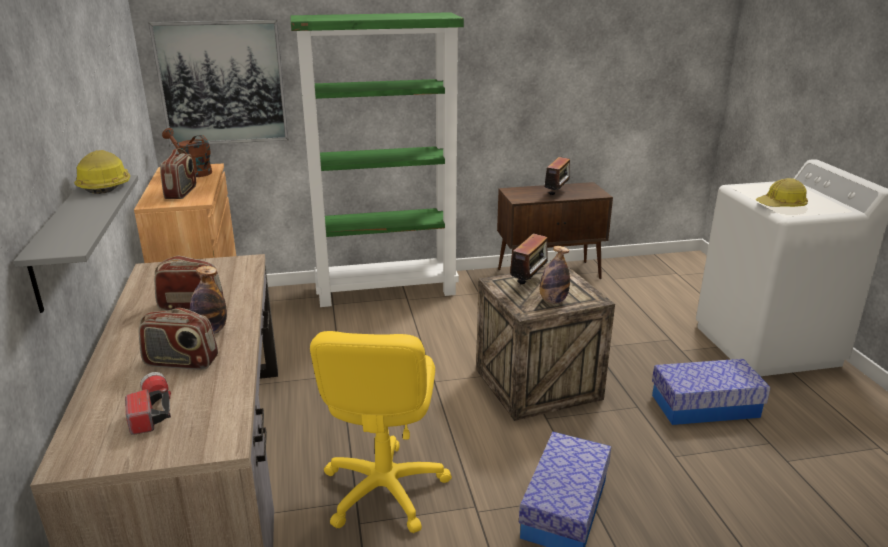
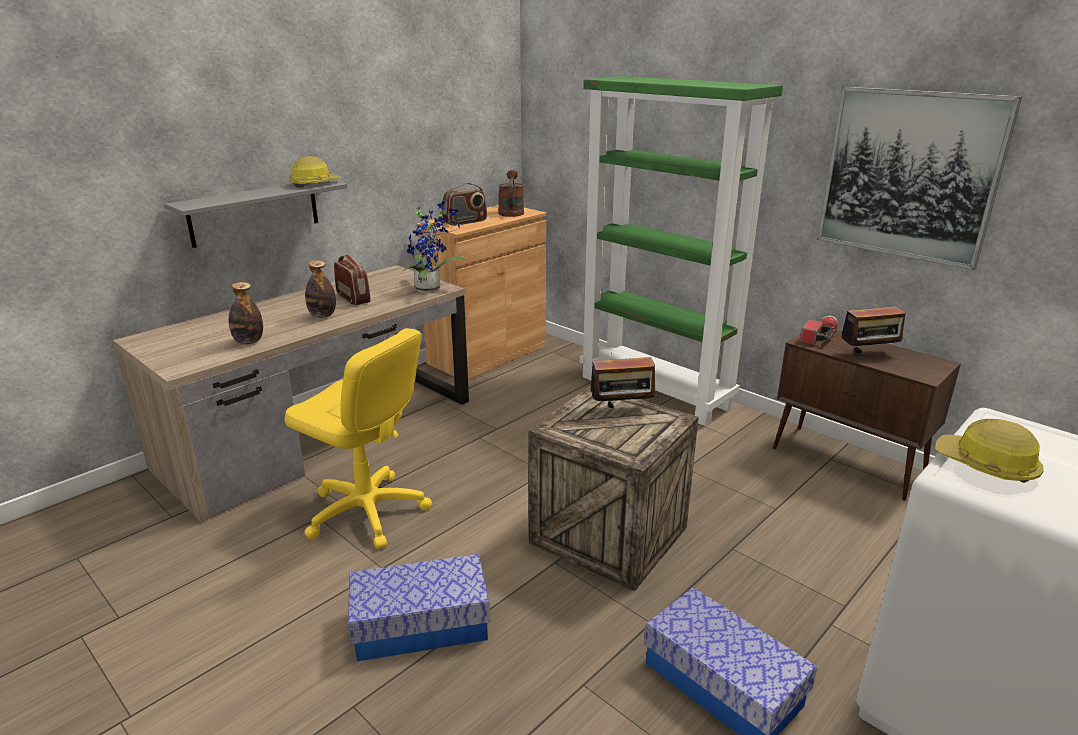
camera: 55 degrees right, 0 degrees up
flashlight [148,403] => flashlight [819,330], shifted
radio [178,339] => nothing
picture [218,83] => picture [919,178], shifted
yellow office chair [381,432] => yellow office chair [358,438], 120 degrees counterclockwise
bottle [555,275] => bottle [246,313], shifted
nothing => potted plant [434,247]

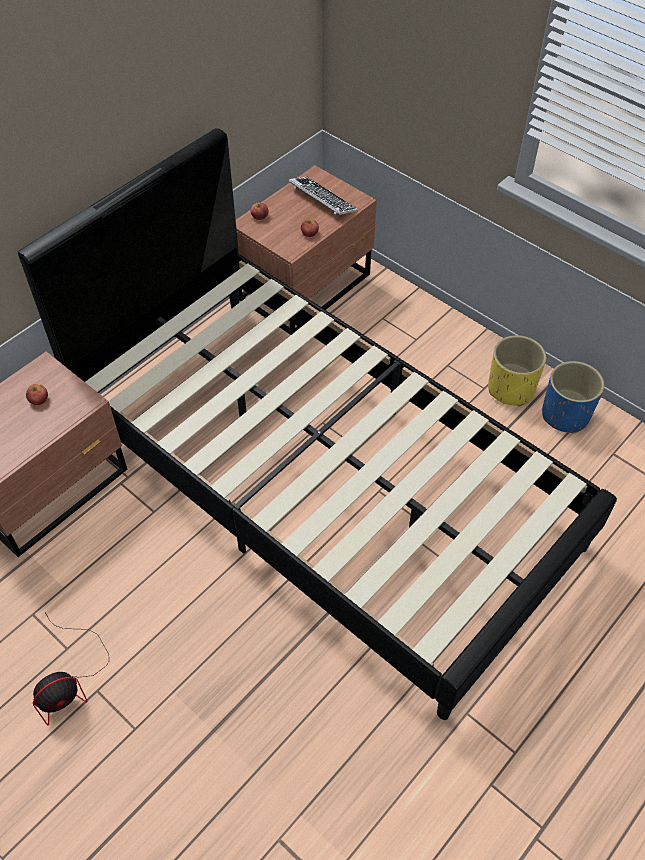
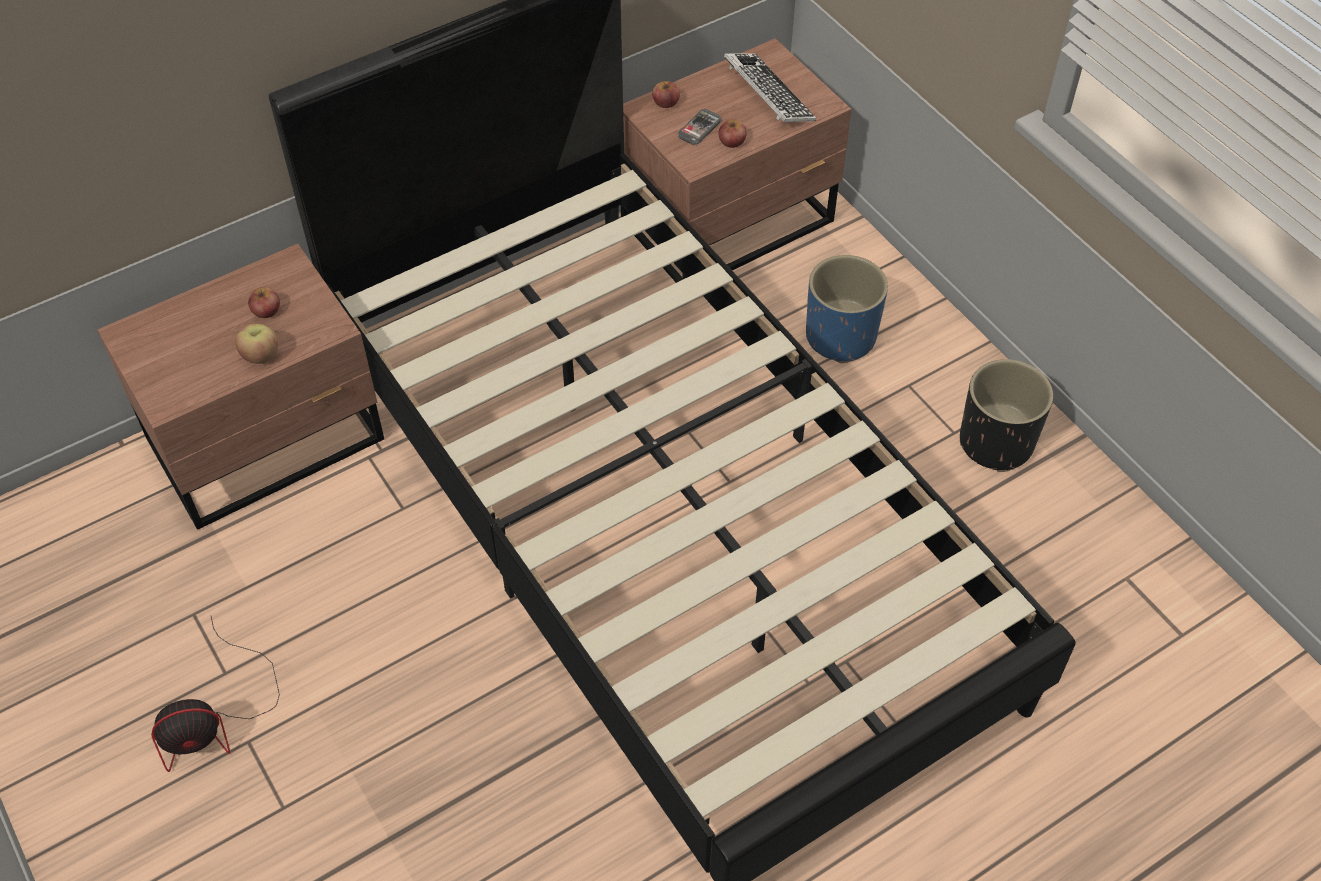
camera: 15 degrees right, 0 degrees up
yellow planter [517,370] => black planter [1006,415]
blue planter [573,397] => blue planter [847,309], shifted
nothing => apple [256,344]
nothing => phone [700,127]

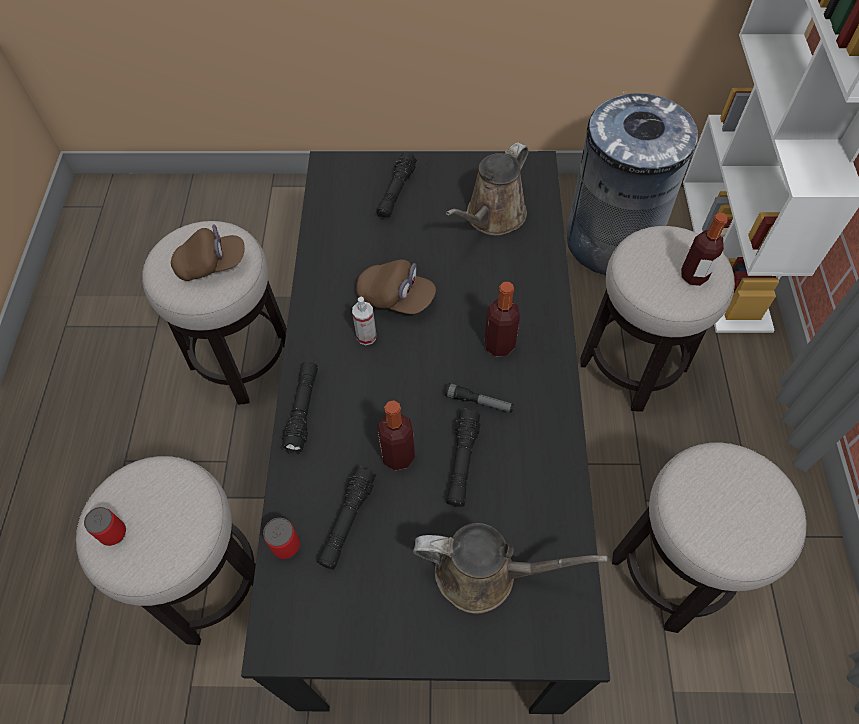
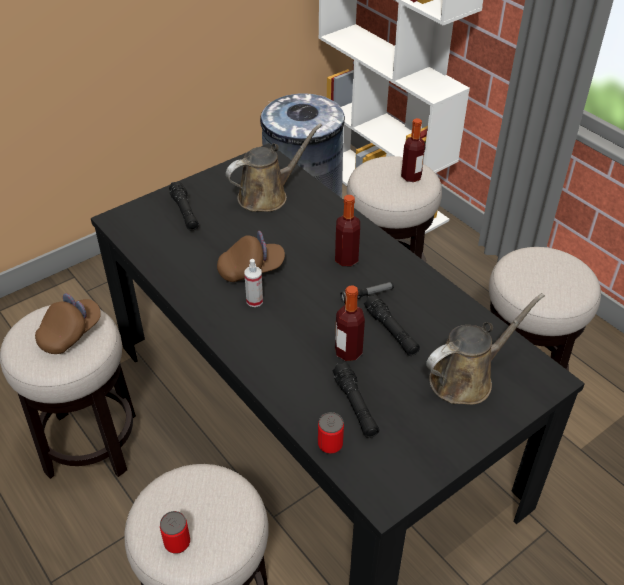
camera: 40 degrees left, 15 degrees down
black flashlight [299,408] => nothing
brown watering can [487,189] => brown watering can [274,167], 120 degrees counterclockwise

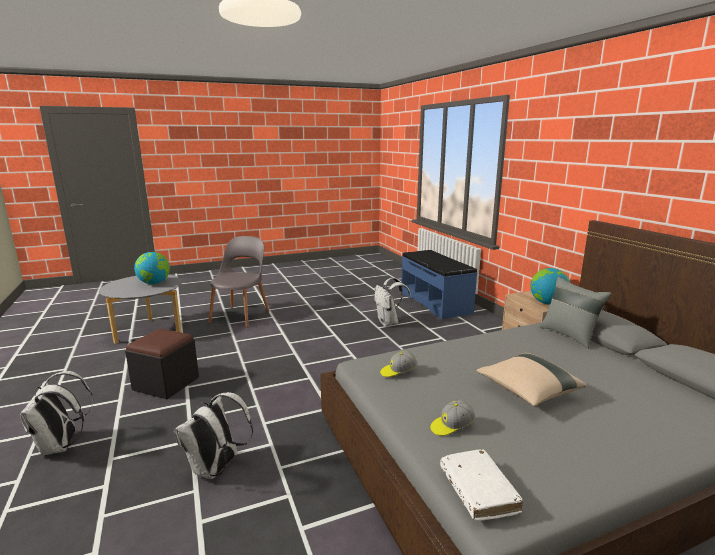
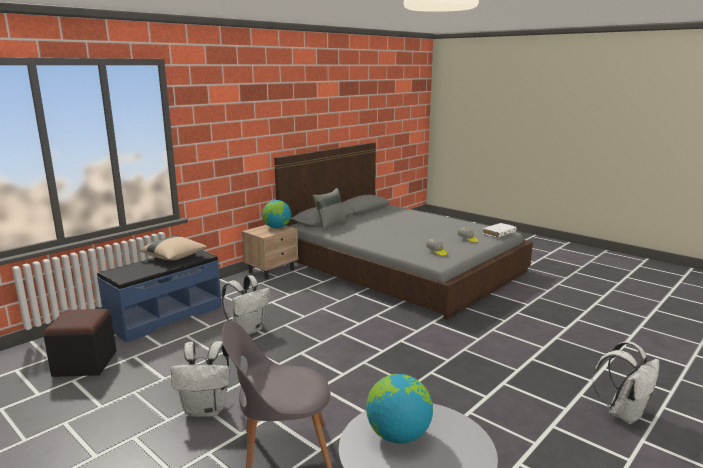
camera: 115 degrees left, 0 degrees up
black ottoman [162,364] => black ottoman [80,343], shifted
white backpack [213,435] => white backpack [200,379], shifted
beige pillow [531,379] => beige pillow [173,248], shifted

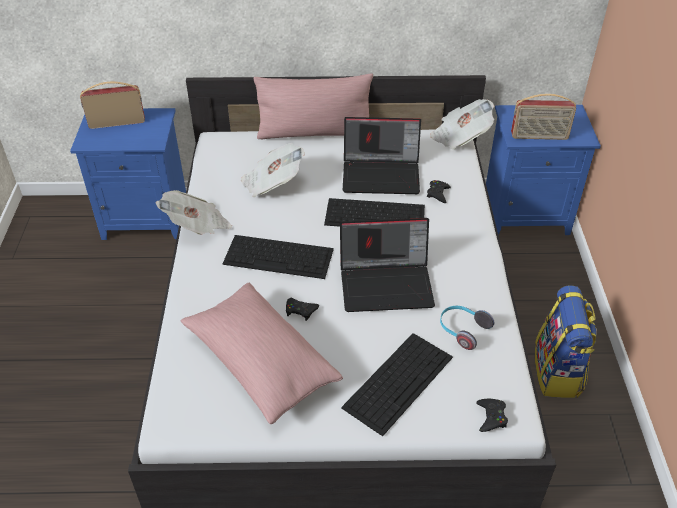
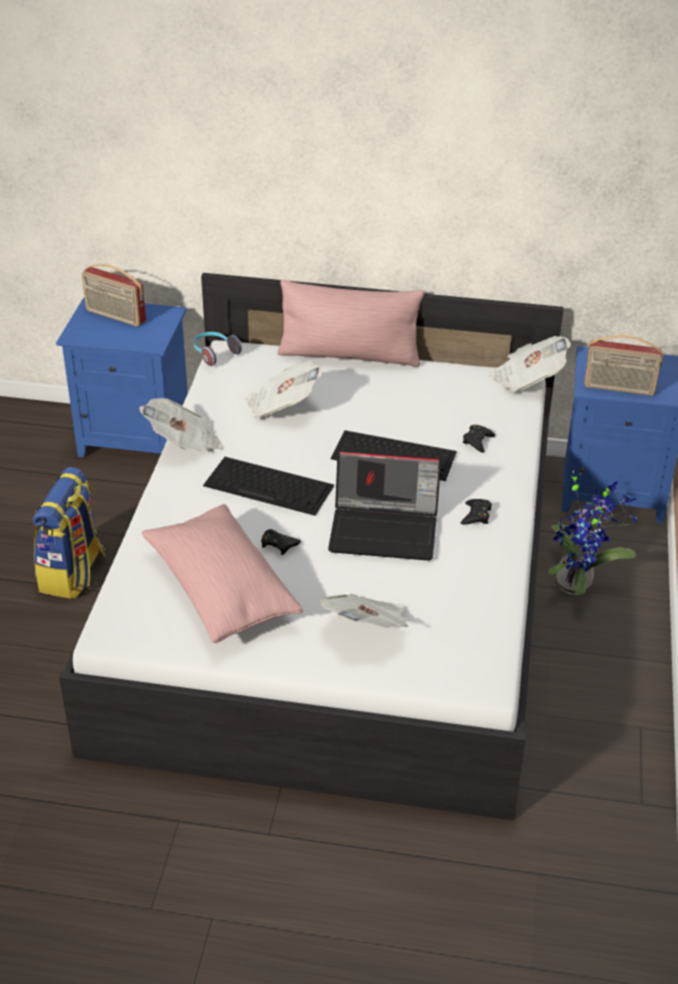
camera: 10 degrees right, 5 degrees down
radio [112,105] => radio [114,295], 150 degrees counterclockwise
keyboard [397,384] => newspaper [364,611]
laptop [382,155] => nothing
headphones [467,328] => headphones [218,349], shifted
black game controller [492,415] => black game controller [476,511], shifted
backpack [566,341] => backpack [69,533], shifted
nothing => potted plant [592,532]

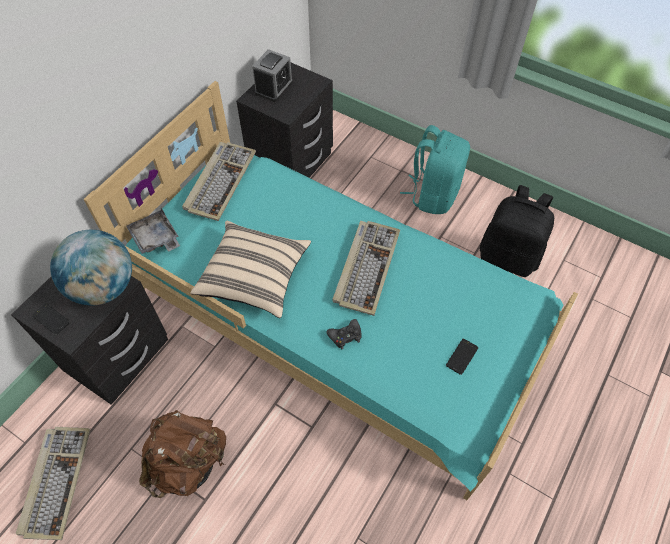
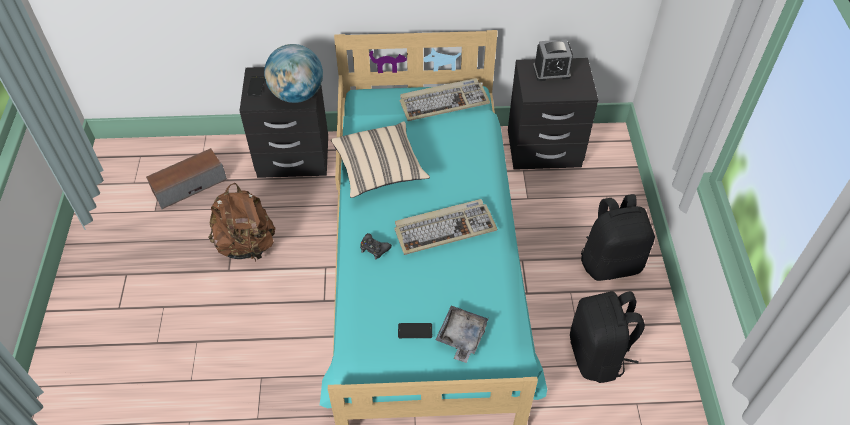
camera: 55 degrees right, 5 degrees down
keyboard [53,483] => speaker [186,178]
grey tray [153,231] => grey tray [462,334], shifted
turquoise backpack [435,169] => black backpack [618,237]

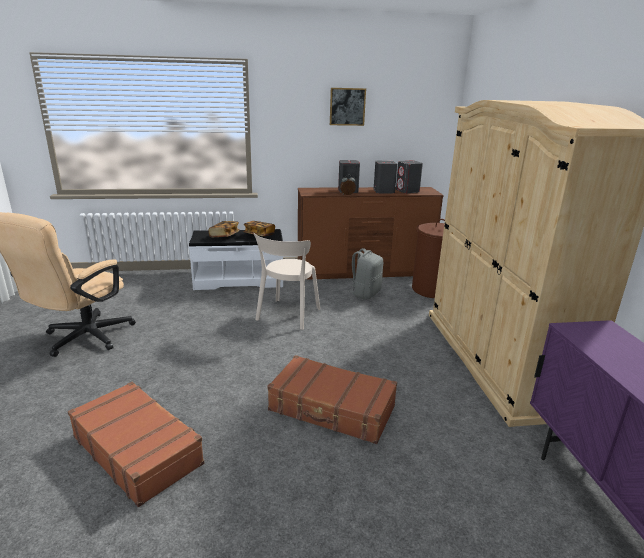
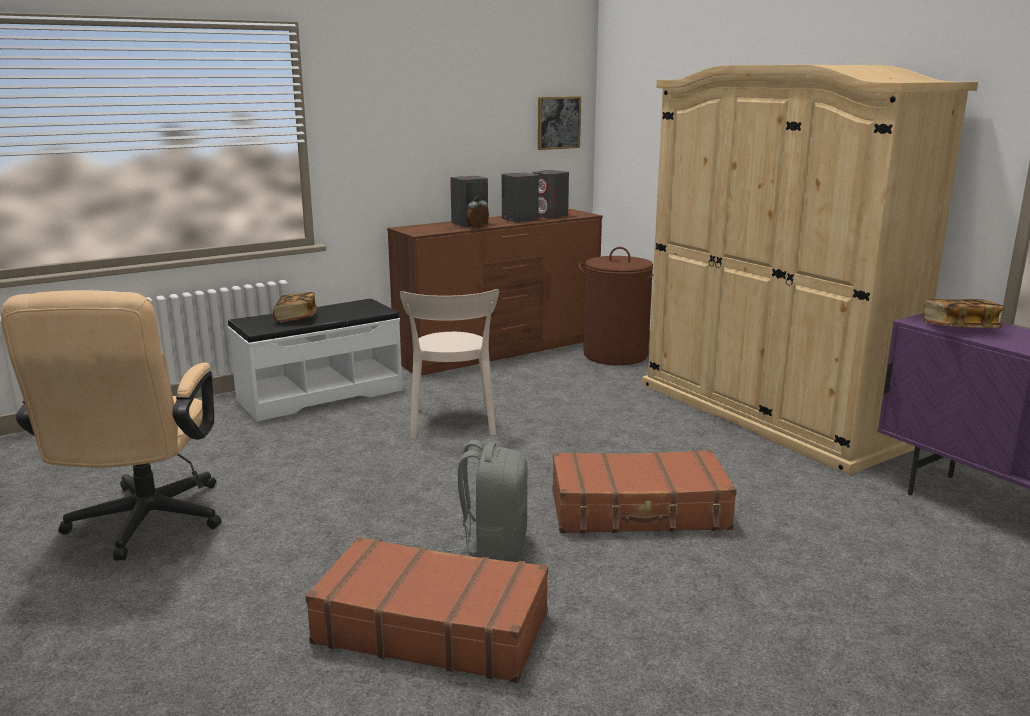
camera: 25 degrees left, 5 degrees down
book [259,229] => book [964,313], shifted
picture [348,107] => picture [559,123], shifted
grey backpack [364,274] => grey backpack [487,501], shifted

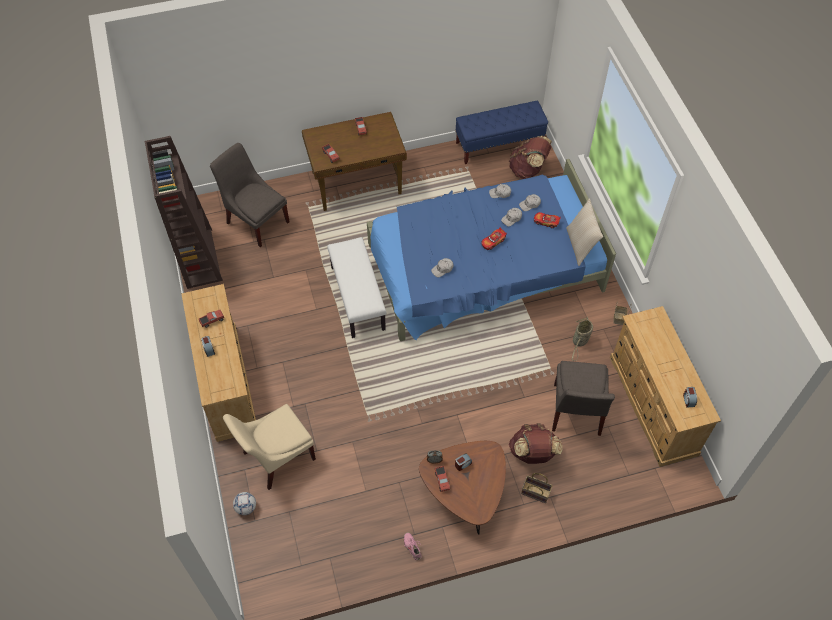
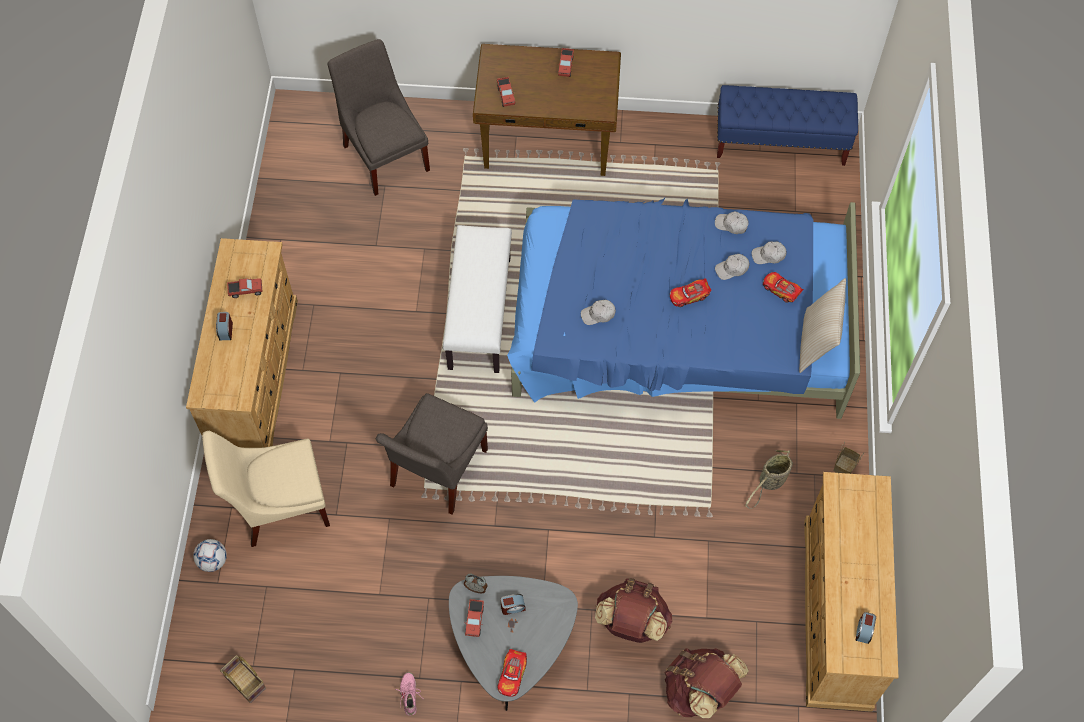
camera: 20 degrees right, 5 degrees up
brown bookcase [183,212] => nothing
brown coffee table [462,488] => grey coffee table [513,643]
brown backpack [530,157] => brown backpack [707,683], shifted
basket [537,488] => basket [243,679], shifted
grey chair [583,398] => grey chair [432,454], shifted
nothing => toy car [512,672]

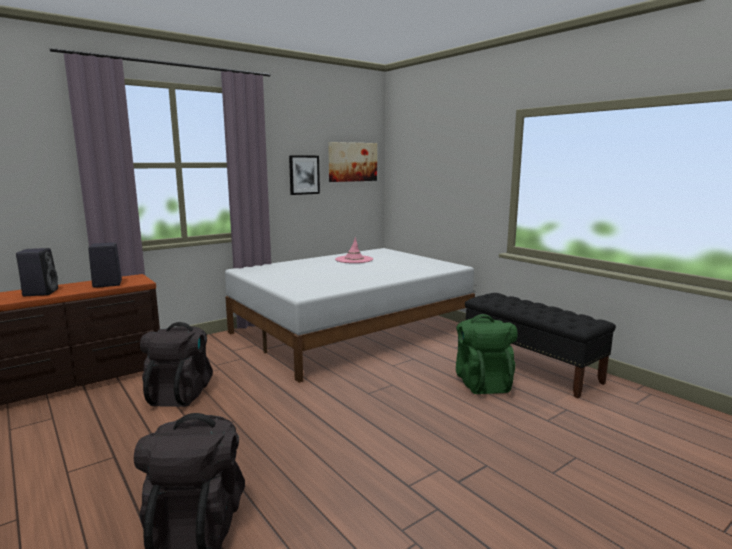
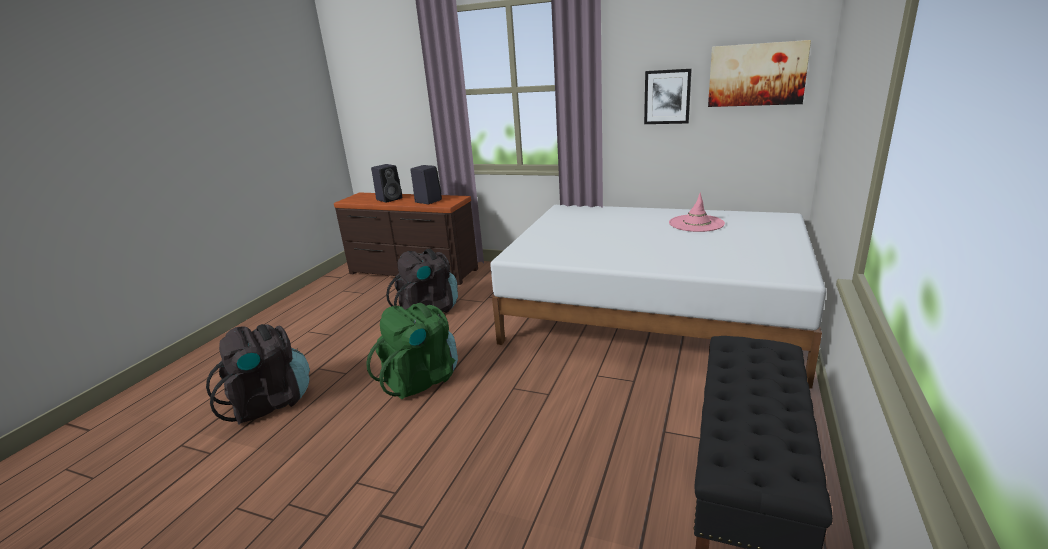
camera: 60 degrees right, 10 degrees up
green backpack [487,354] => green backpack [412,351], shifted

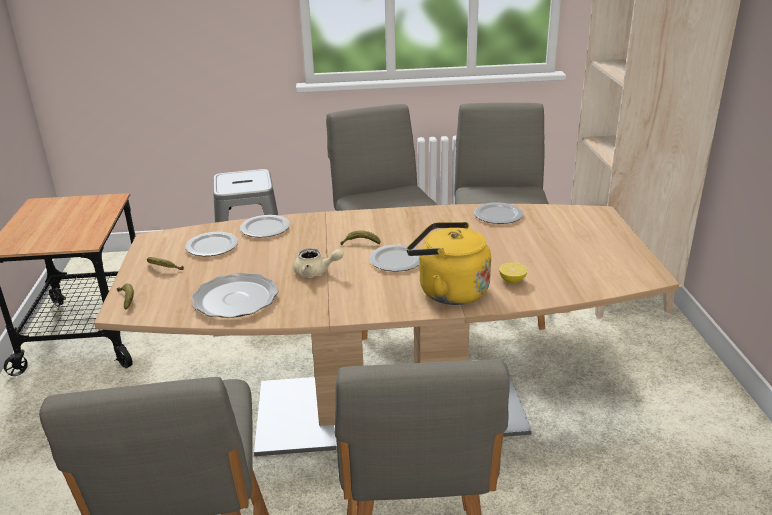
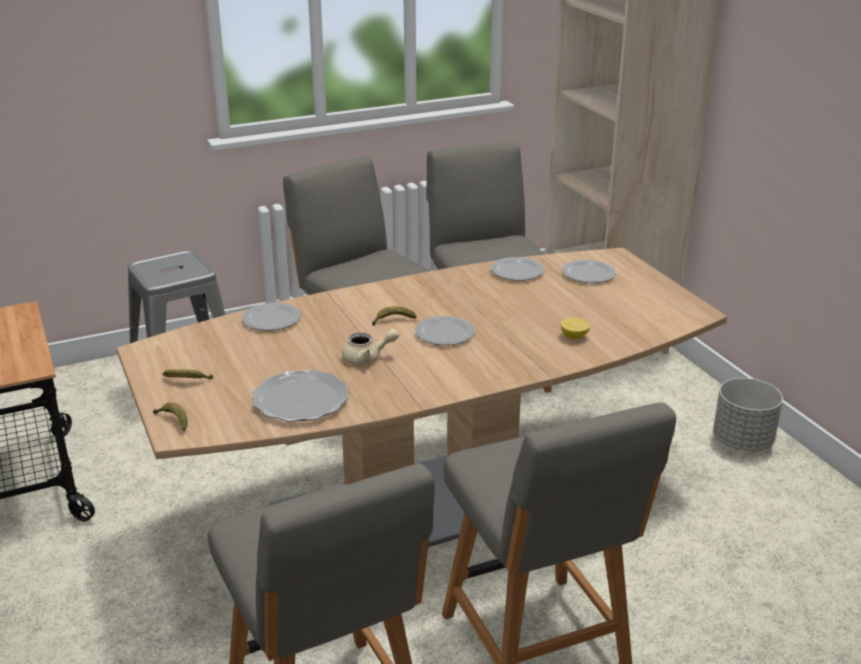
camera: 20 degrees left, 0 degrees up
plate [211,244] => plate [589,271], shifted
yellow kettle [449,263] => nothing
nothing => grey planter [748,414]

